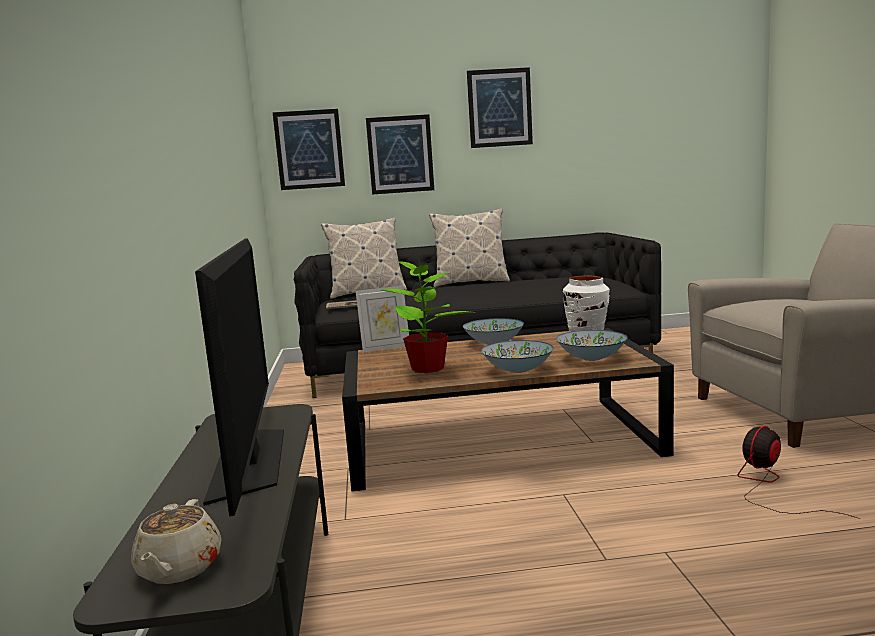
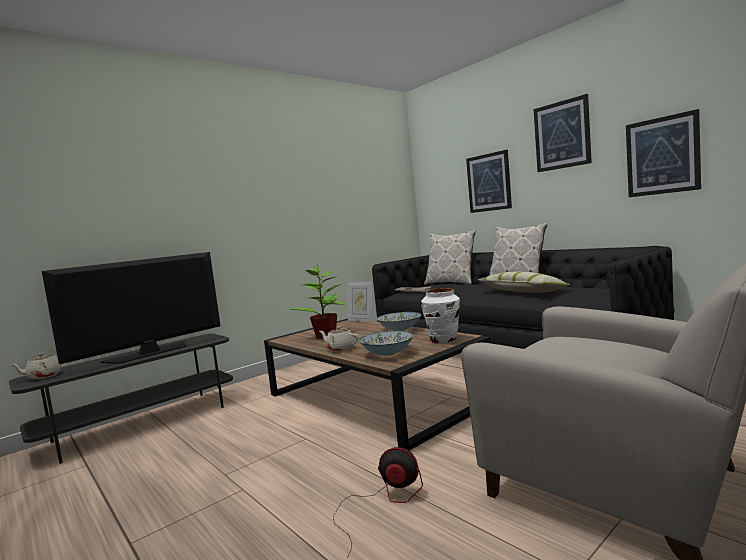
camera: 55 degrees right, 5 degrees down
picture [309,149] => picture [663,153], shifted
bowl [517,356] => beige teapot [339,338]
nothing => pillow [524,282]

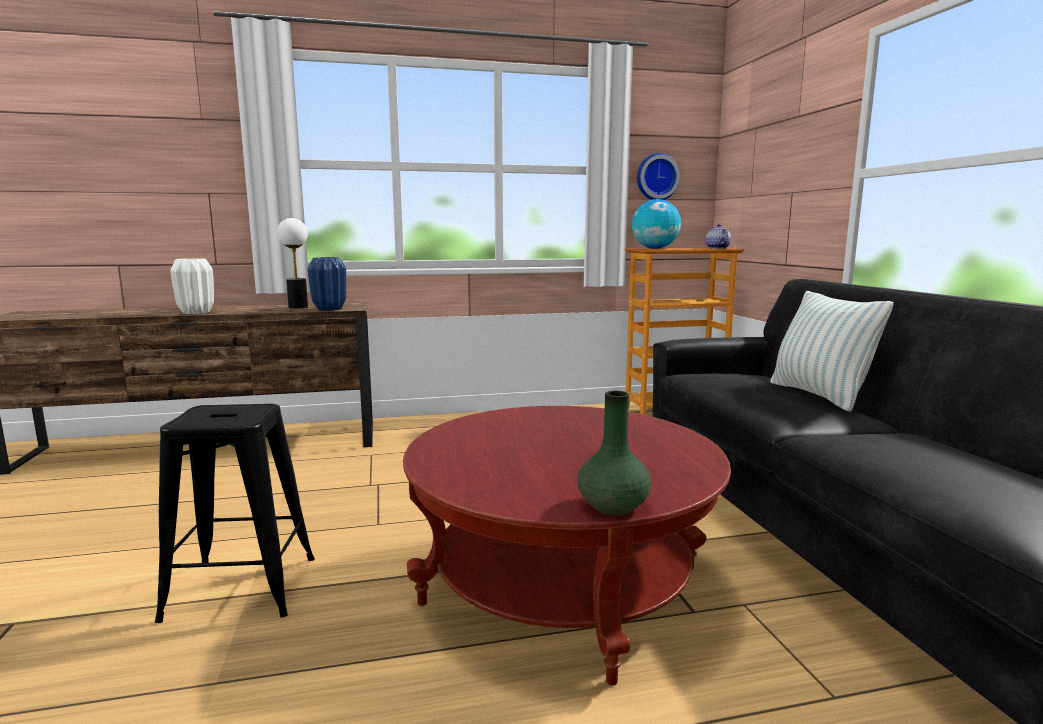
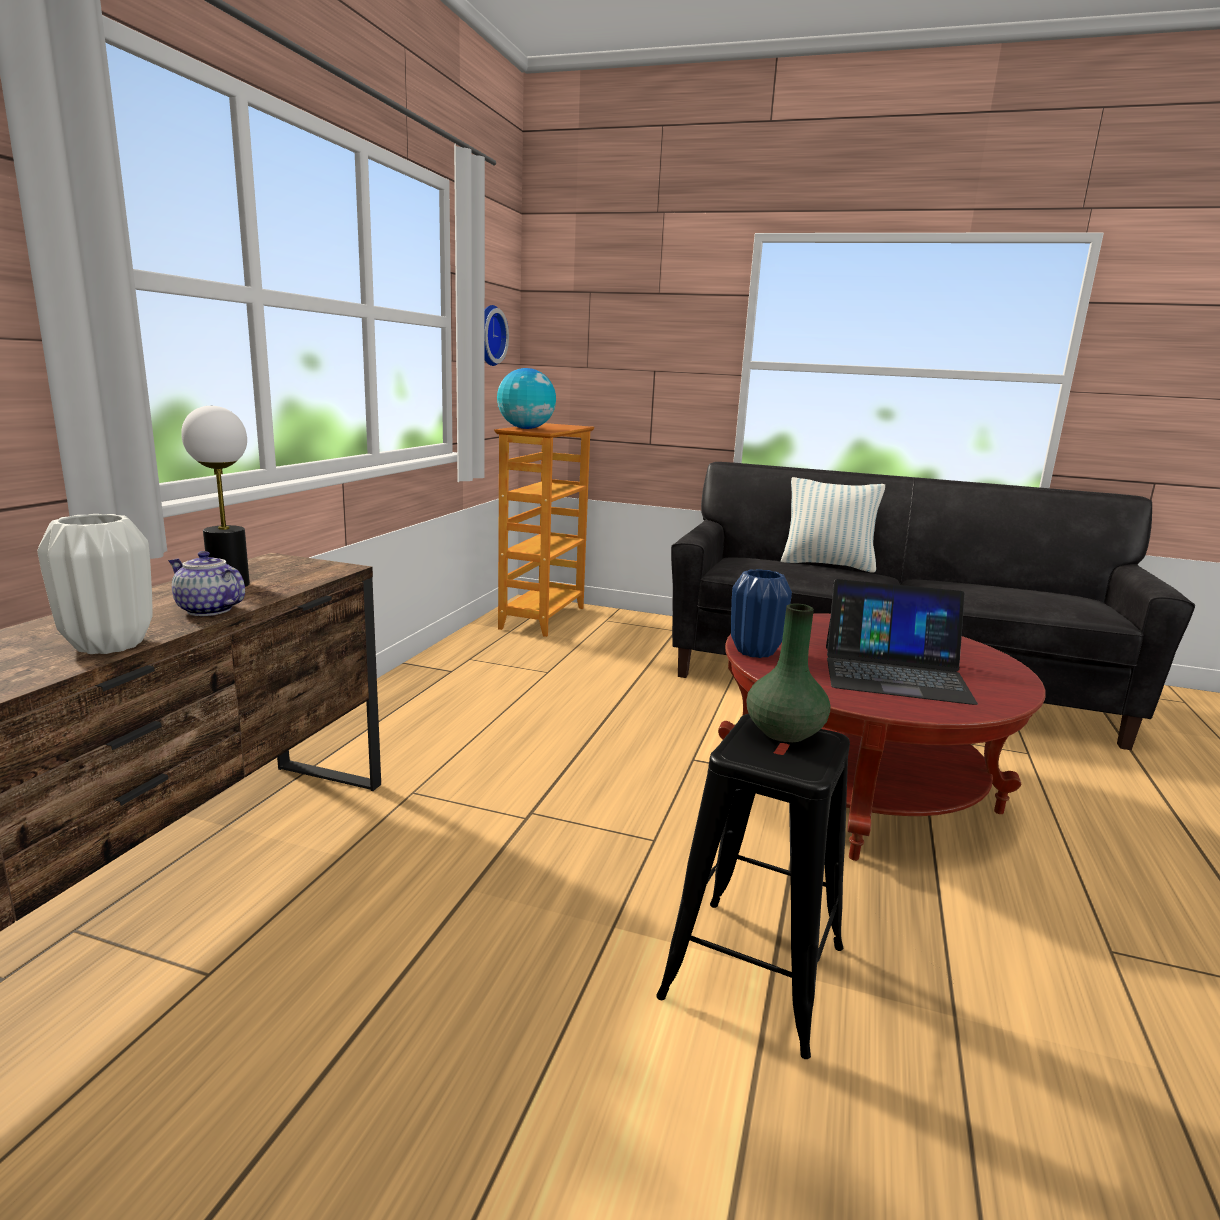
camera: 60 degrees left, 5 degrees up
blue vase [327,284] => blue vase [761,613], shifted
green vase [614,453] => green vase [788,672], shifted
teapot [718,236] => teapot [206,583], shifted
nothing => laptop [902,642]

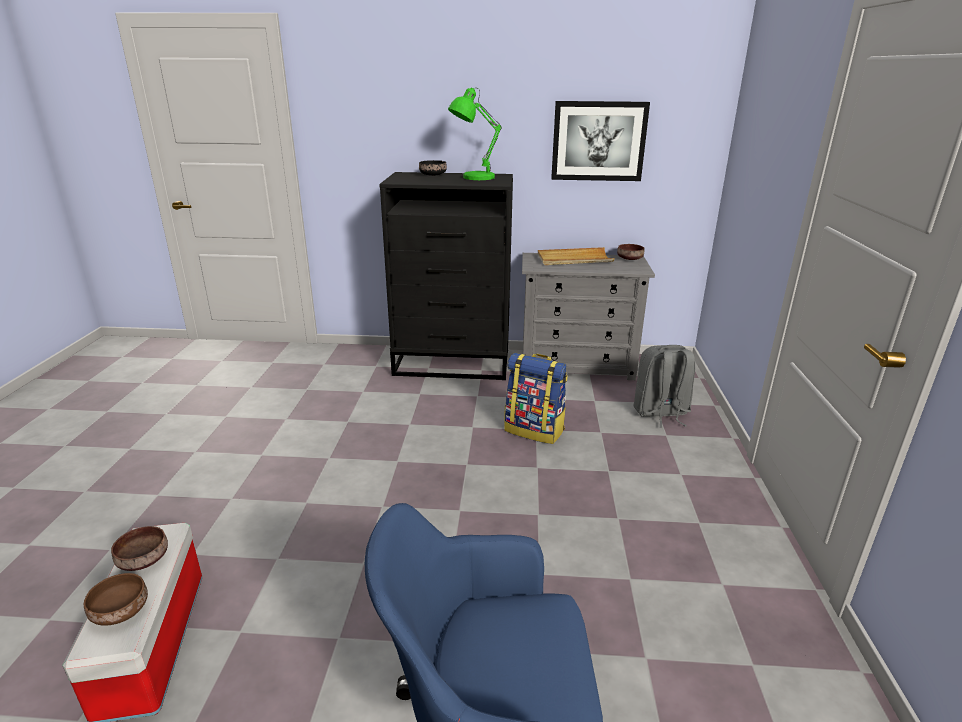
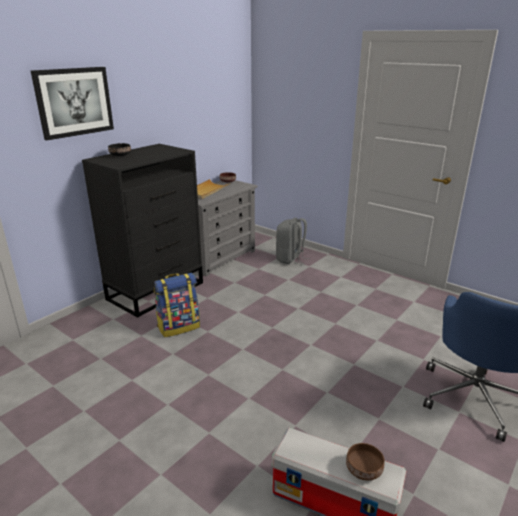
camera: 55 degrees left, 0 degrees up
brown bowl [139,548] => nothing
green table lamp [475,134] => nothing
backpack [536,398] => backpack [177,305], shifted
picture [600,141] => picture [72,103], shifted

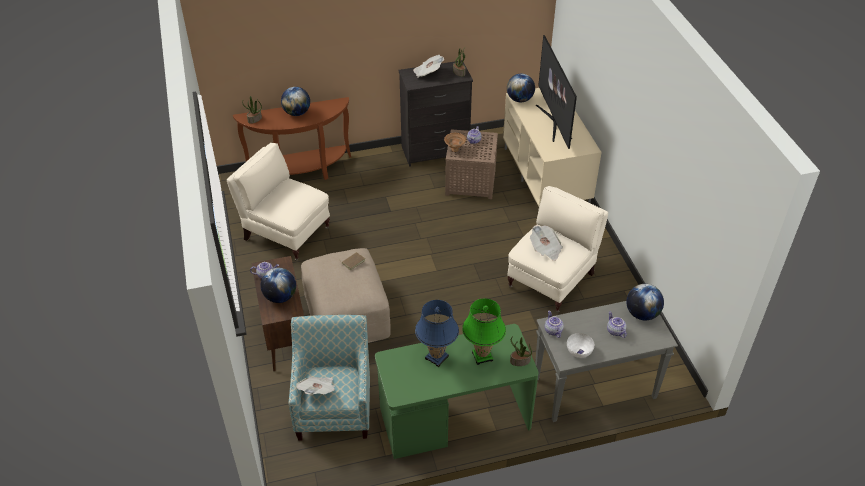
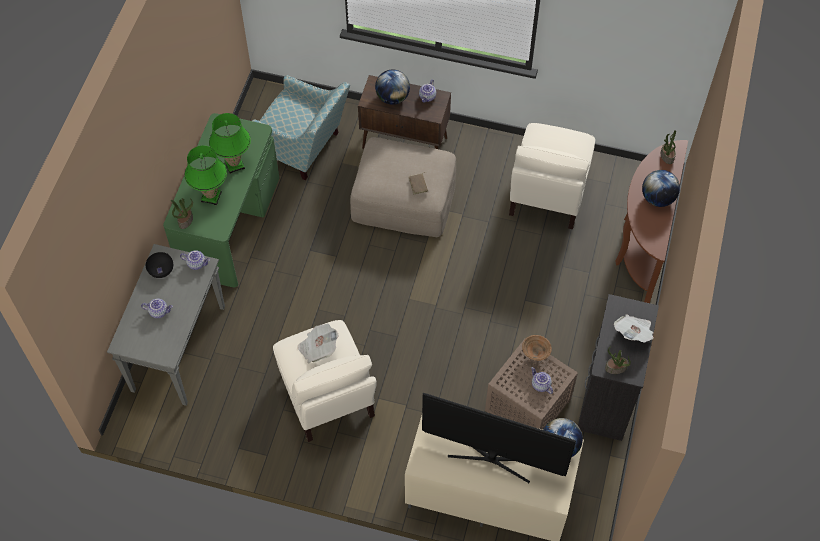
camera: 120 degrees right, 15 degrees up
beige armchair [278,202] => beige armchair [552,176], 135 degrees clockwise
newspaper [315,385] => nothing
blue table lamp [437,333] => green table lamp [230,143]
white bowl [580,345] => black bowl [159,265]
globe [645,302] => nothing

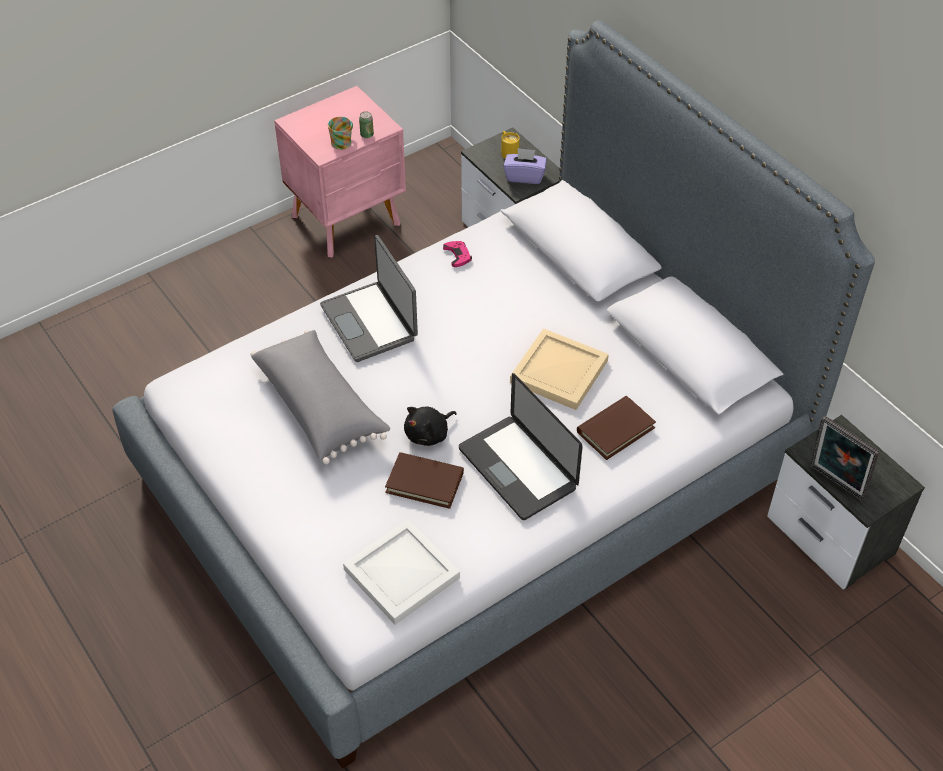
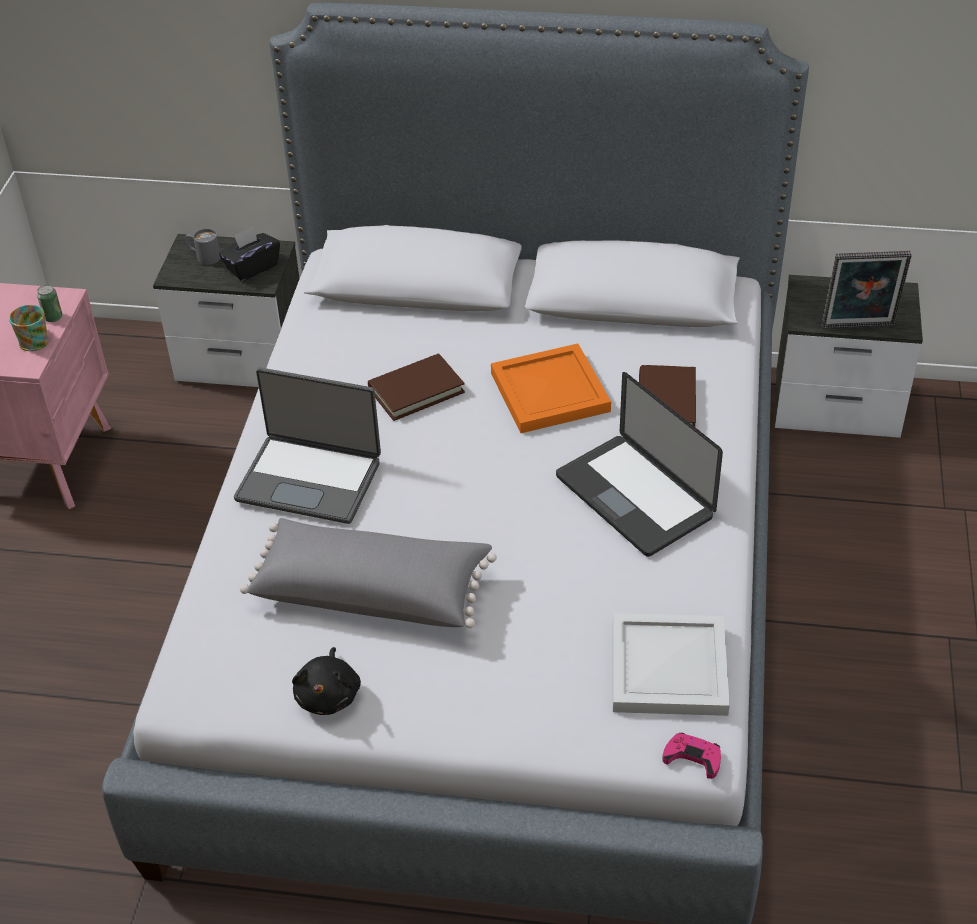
camera: 45 degrees left, 5 degrees down
brown book [424,480] => brown book [416,387], shifted
black plush toy [430,426] => black plush toy [326,681], shifted
pink game controller [457,254] => pink game controller [691,756], shifted
laptop [521,446] => laptop [639,464], 45 degrees clockwise
yellow mug [510,145] => grey mug [203,246]
purple tissue box [525,166] => black tissue box [249,254]
beige tray [559,369] => orange tray [551,388]

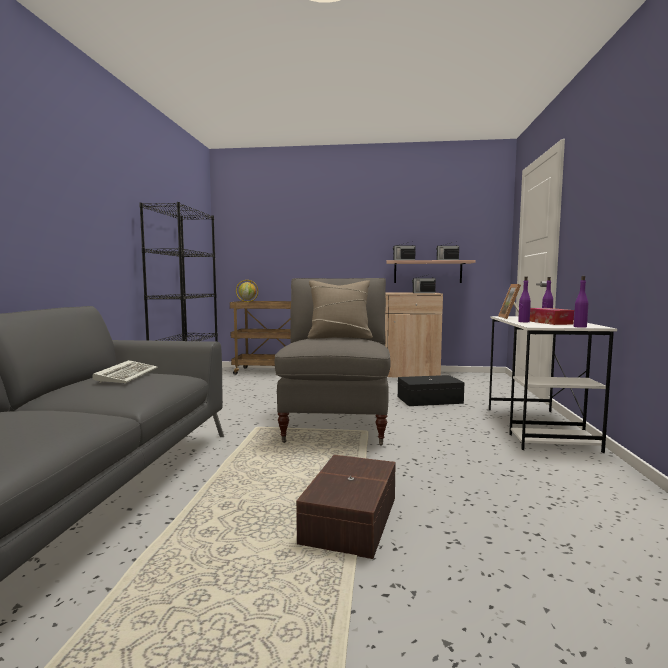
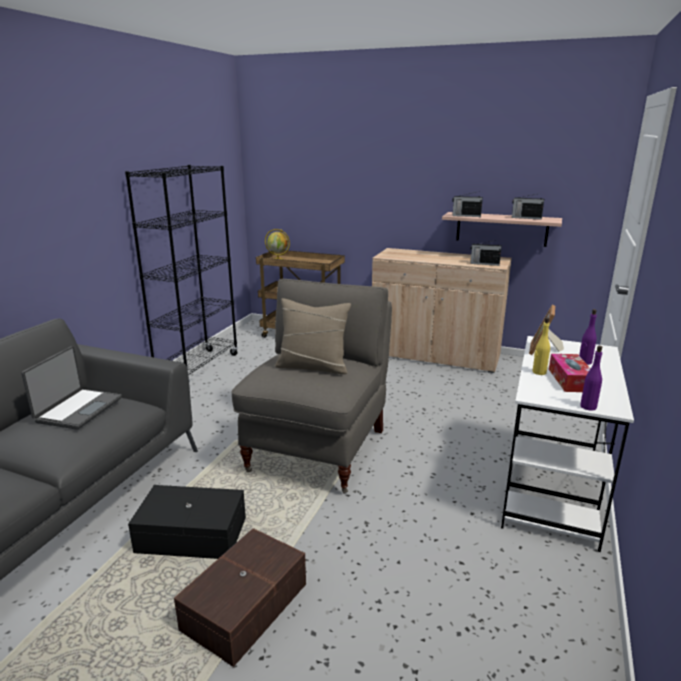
camera: 15 degrees right, 15 degrees up
keyboard [124,371] => laptop [71,388]
black storage box [431,390] => black storage box [187,522], shifted
purple bottle [524,299] => yellow bottle [541,346]

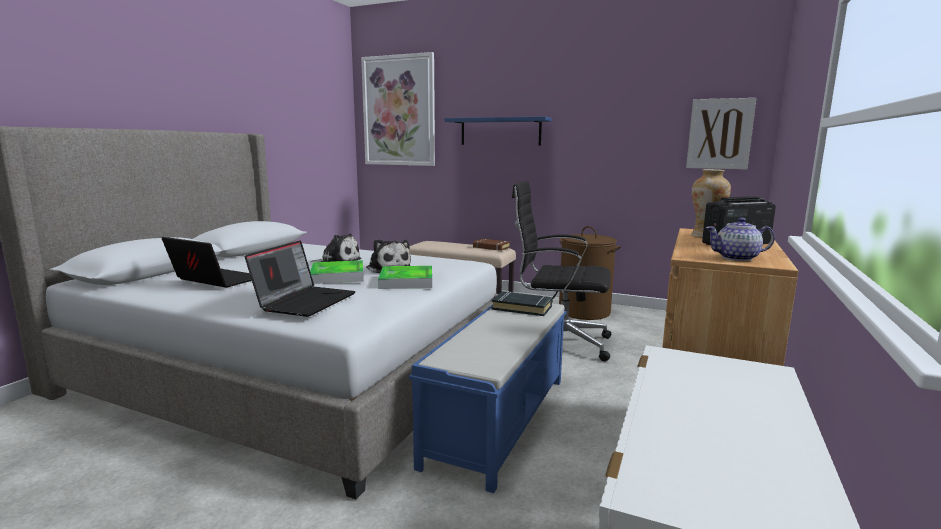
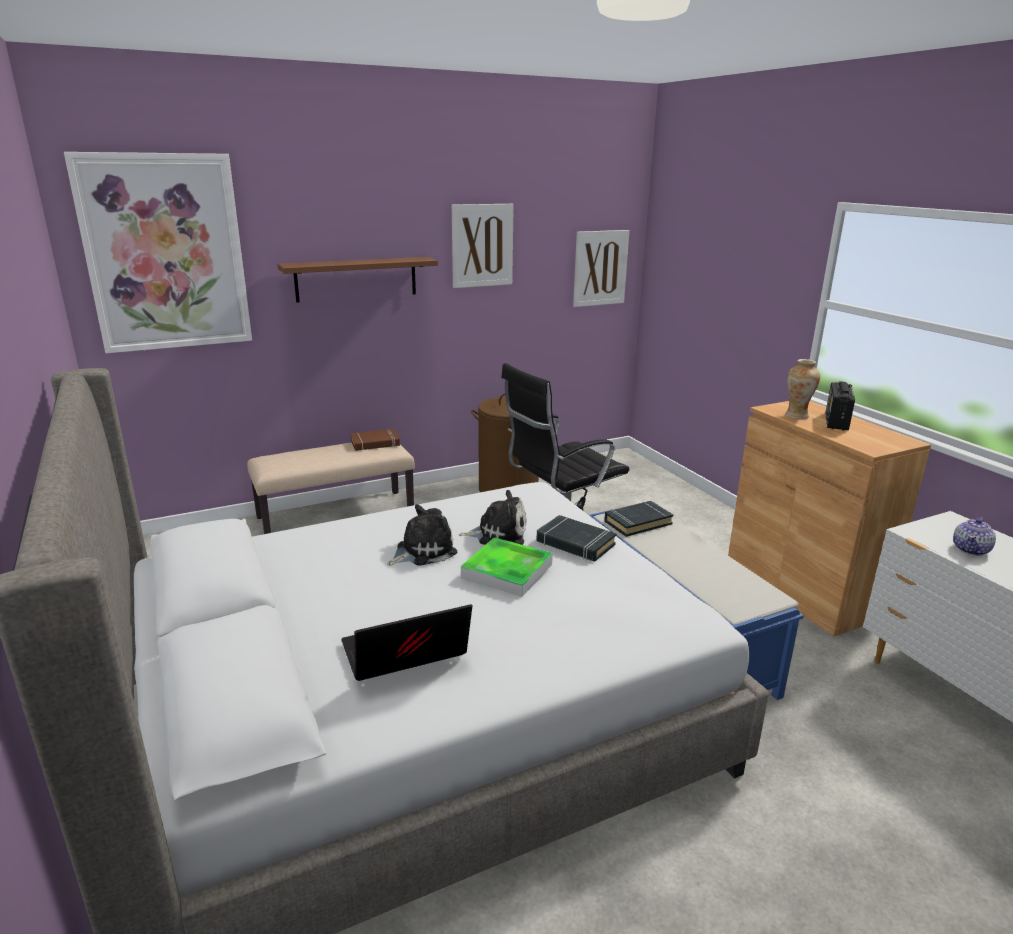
camera: 50 degrees left, 10 degrees up
laptop [300,278] => nothing
tray [405,277] => black book [576,538]
blue shelf [498,131] => brown shelf [357,280]
teapot [740,239] => teapot [974,536], shifted
nothing => picture [483,246]

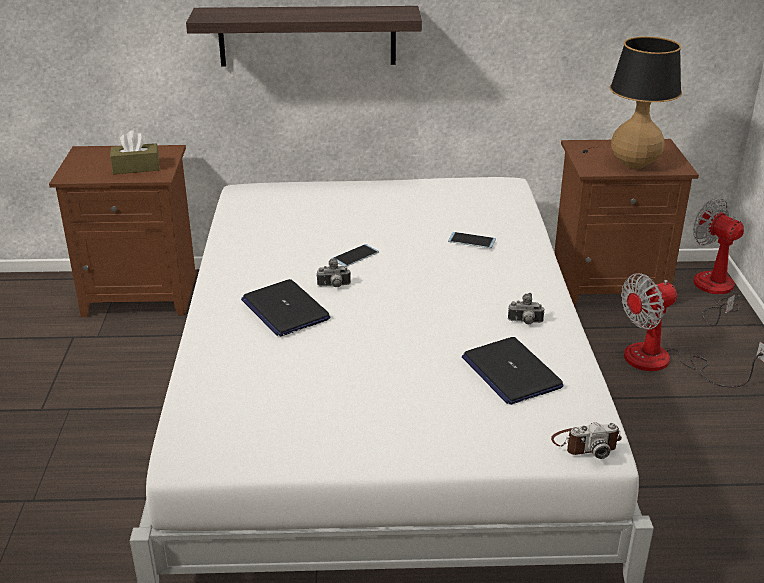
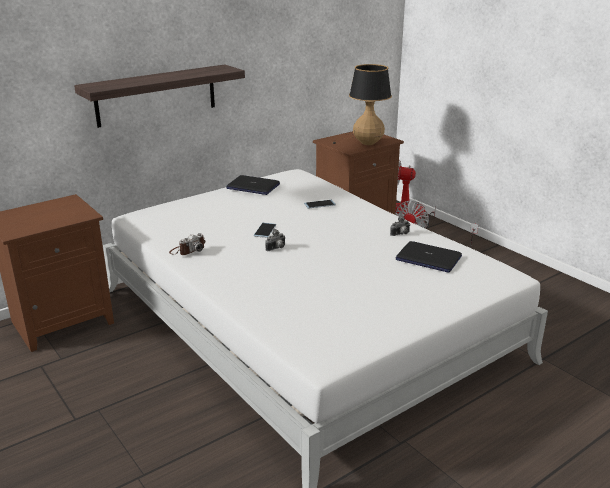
camera: 35 degrees left, 5 degrees down
brown tissue box [134,152] => nothing
laptop [285,307] => laptop [253,185], shifted
photo camera [586,440] => photo camera [187,244], shifted

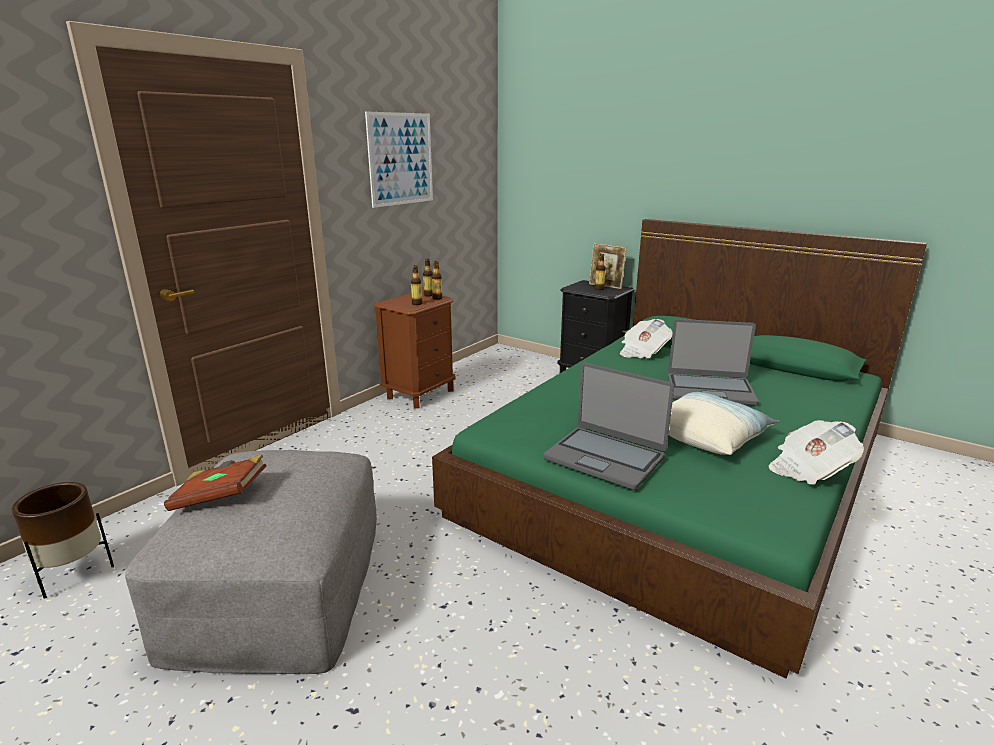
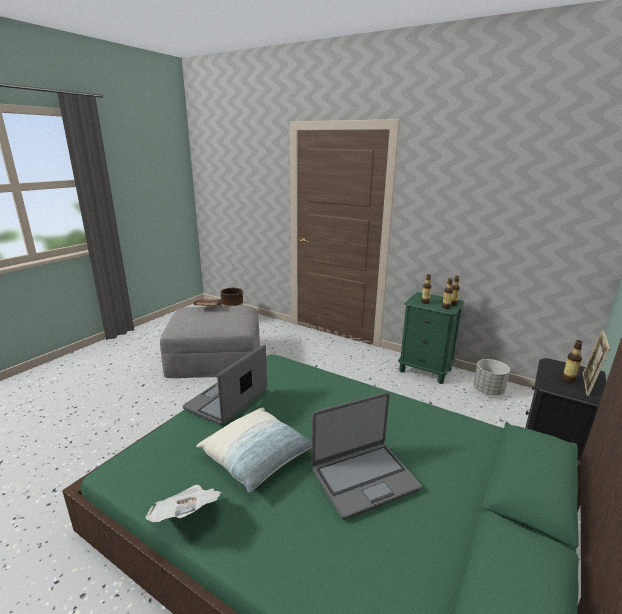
camera: 85 degrees right, 0 degrees up
picture [399,160] => nothing
brown nightstand [415,350] => green nightstand [431,338]
newspaper [646,338] => nothing
laptop [713,362] => laptop [367,456], 120 degrees counterclockwise
nothing => grey planter [491,377]

